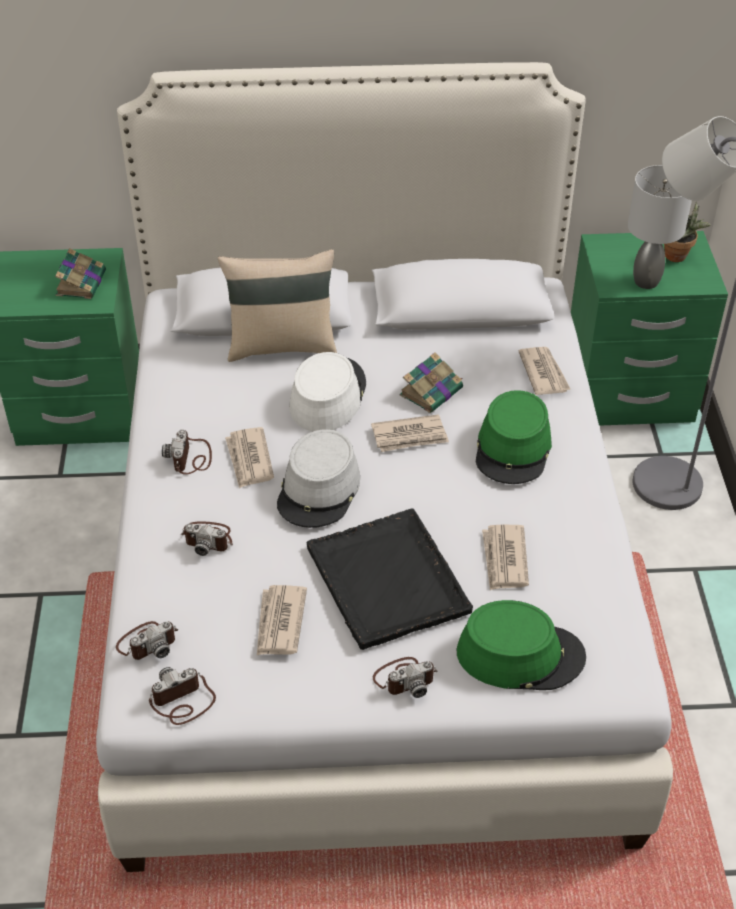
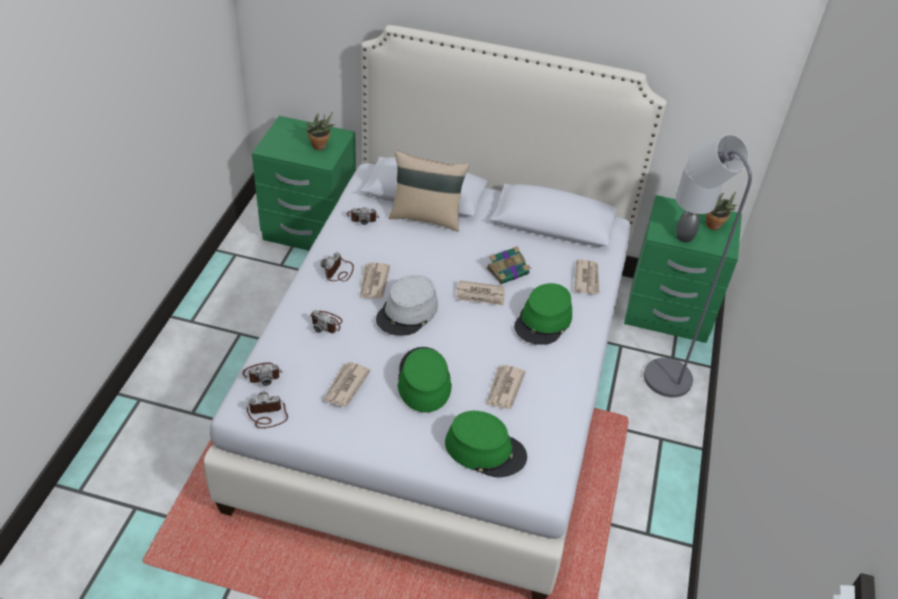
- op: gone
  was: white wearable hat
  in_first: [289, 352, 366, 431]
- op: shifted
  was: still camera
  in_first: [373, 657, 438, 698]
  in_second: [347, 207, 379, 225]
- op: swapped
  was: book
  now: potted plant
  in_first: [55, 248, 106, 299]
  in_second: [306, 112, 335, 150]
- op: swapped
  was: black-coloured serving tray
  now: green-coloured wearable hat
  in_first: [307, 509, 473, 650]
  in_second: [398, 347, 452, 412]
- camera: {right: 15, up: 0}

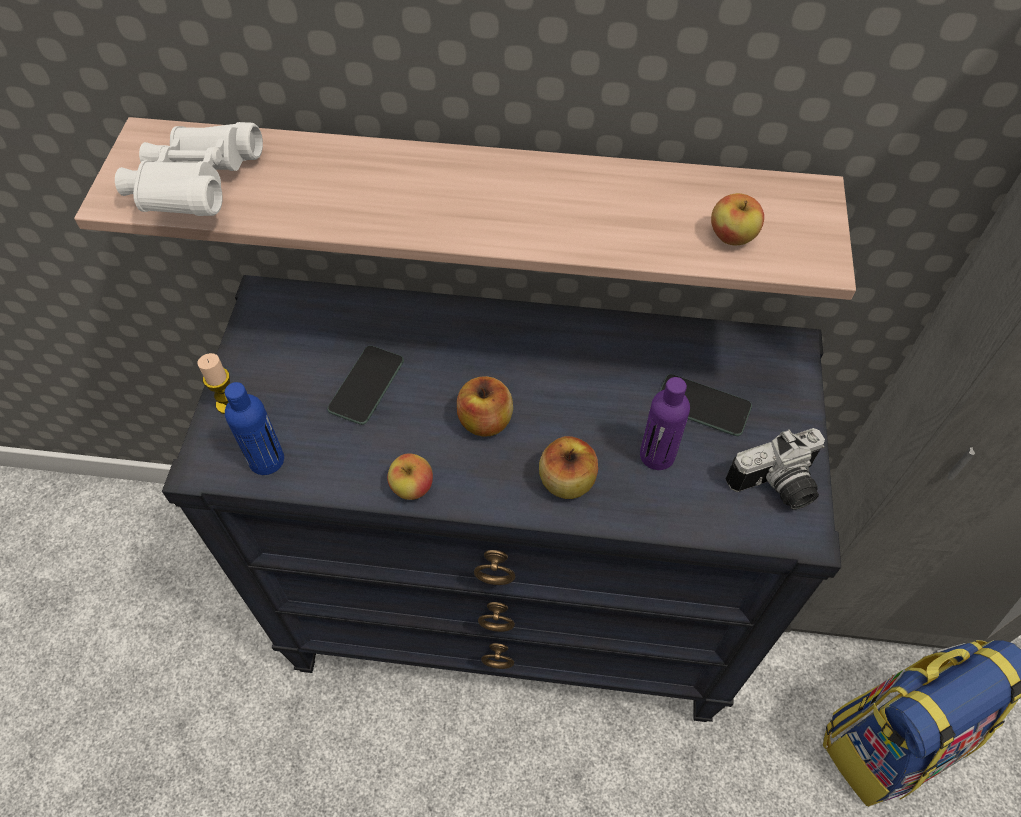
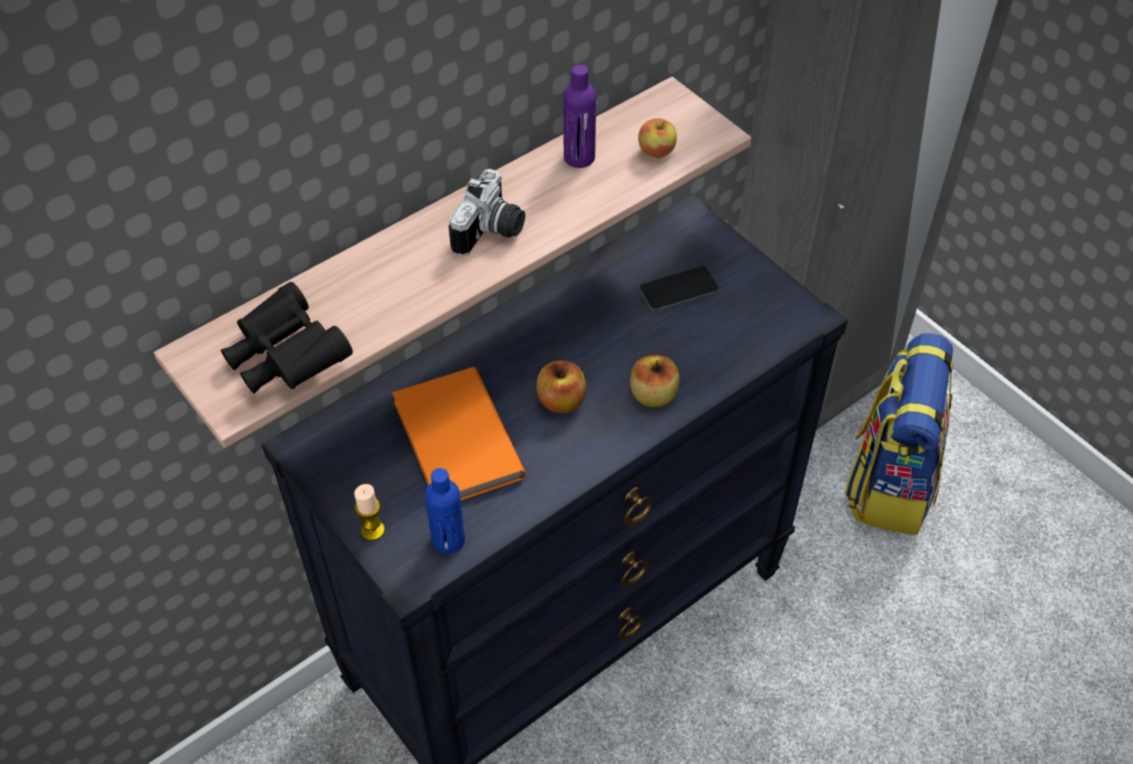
- op: gone
  was: whole apple
  in_first: [387, 453, 433, 500]
- op: shifted
  was: purplish bottle
  in_first: [640, 377, 690, 470]
  in_second: [563, 65, 596, 168]
- op: shifted
  was: still camera
  in_first: [726, 428, 825, 510]
  in_second: [449, 169, 525, 256]
- op: swapped
  was: handset
  now: orangey book
  in_first: [327, 345, 404, 425]
  in_second: [392, 367, 526, 500]
- op: repainted
  was: white binoculars
  now: black-coloured binoculars
  in_first: [115, 122, 263, 216]
  in_second: [221, 282, 353, 394]
- camera: {right: -45, up: -5}

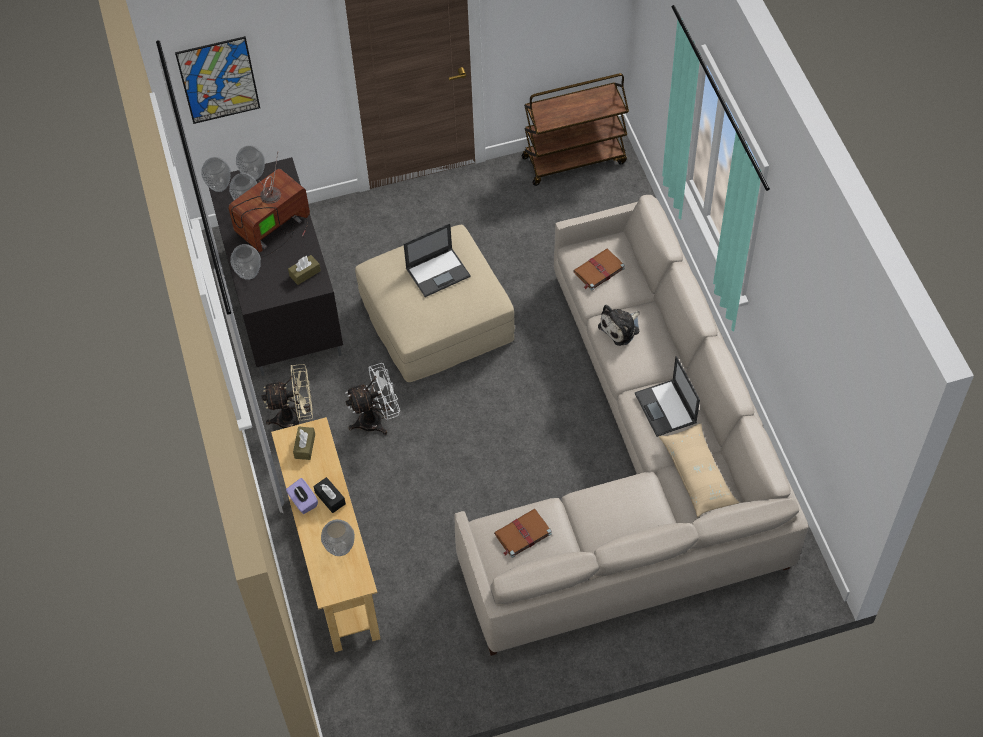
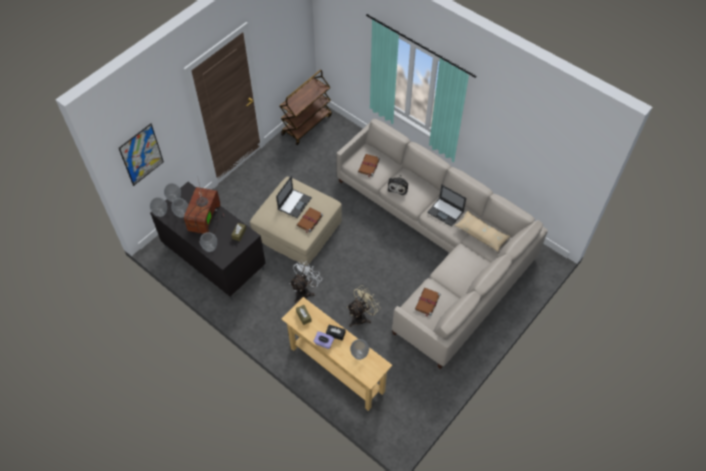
- op: new
  now: brownish book
  in_second: [297, 208, 323, 233]
- op: shifted
  was: sand-coloured cooling fan
  in_first: [262, 364, 313, 429]
  in_second: [347, 286, 381, 327]
- camera: {right: -35, up: 0}

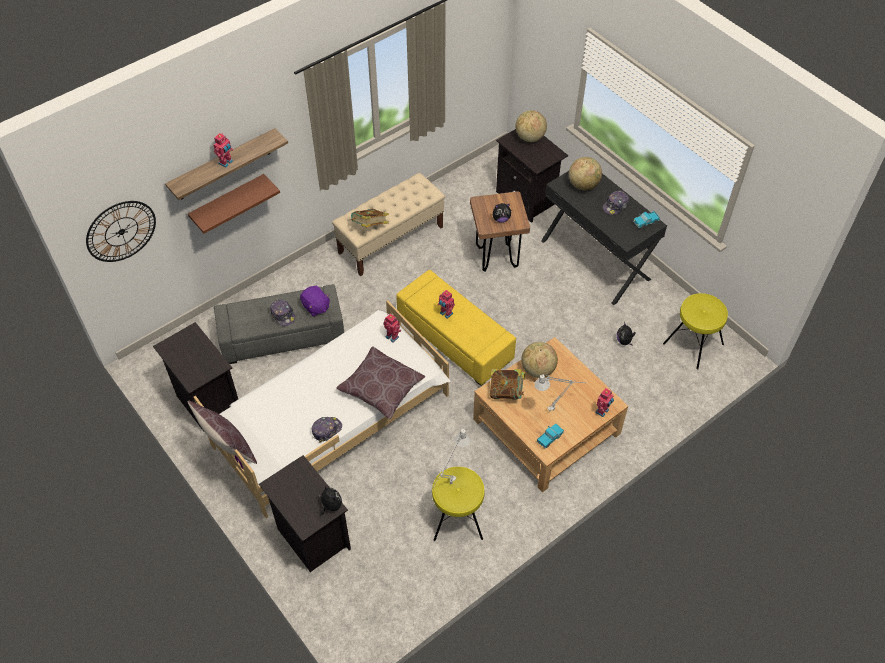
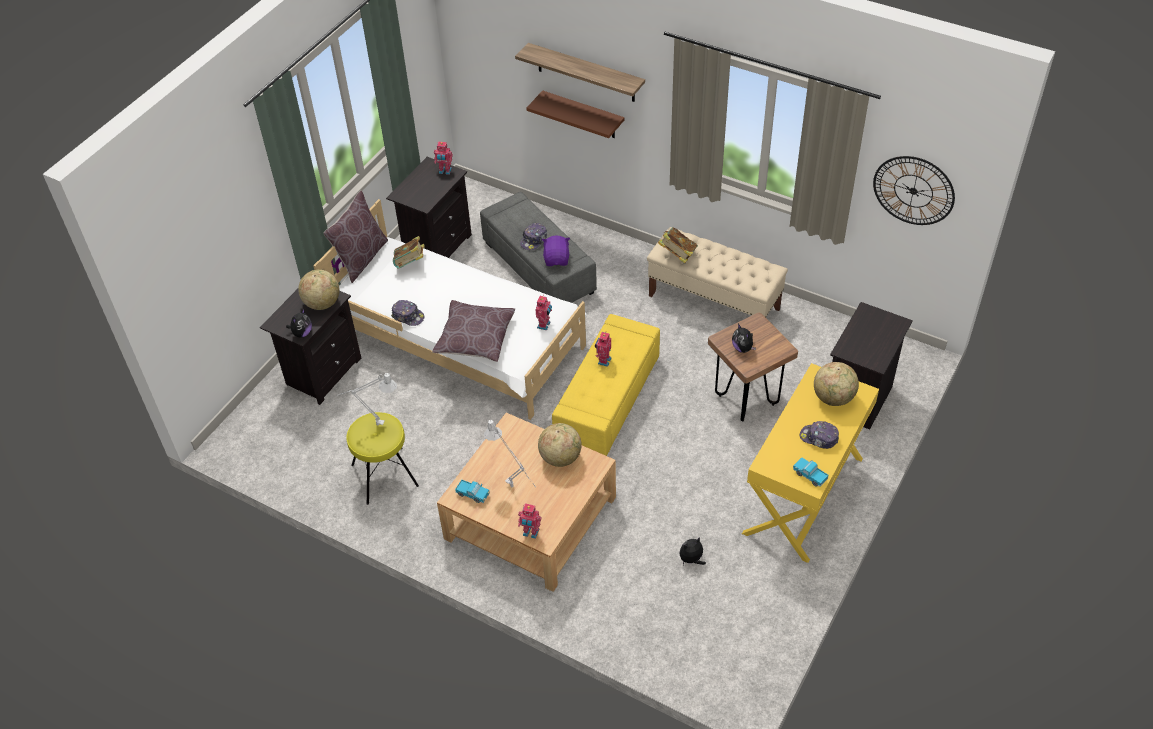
- op: gone
  was: yellow sitting stool
  in_first: [663, 293, 728, 369]
- op: shifted
  was: hanging clock
  in_first: [86, 201, 156, 262]
  in_second: [873, 156, 955, 225]
- op: shifted
  was: robot figure
  in_first: [214, 133, 233, 168]
  in_second: [434, 142, 453, 175]
- op: shifted
  was: book
  in_first: [490, 369, 525, 400]
  in_second: [393, 236, 425, 269]
- op: shifted
  was: world globe
  in_first: [516, 110, 547, 142]
  in_second: [298, 269, 340, 310]
- op: repainted
  was: black-coloured desk
  now: yellow desk
  in_first: [541, 171, 667, 305]
  in_second: [742, 363, 879, 563]
- op: rotated
  was: purplish plush toy
  in_first: [300, 286, 330, 317]
  in_second: [542, 236, 570, 266]
  clockwise: 150
- camera: {right: 70, up: -5}

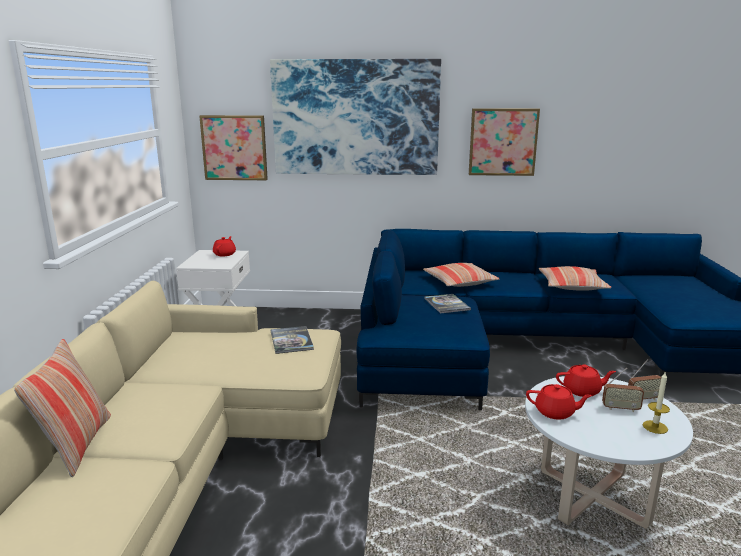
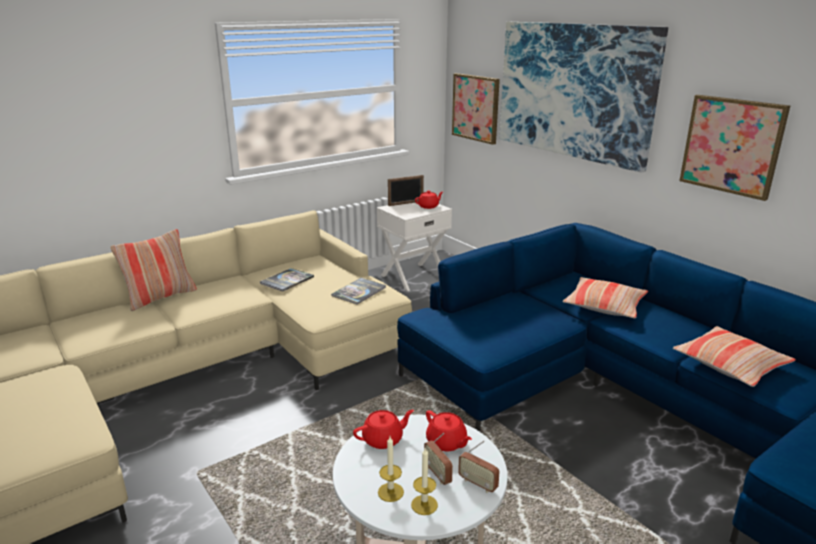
- op: new
  now: wax light
  in_second: [378, 436, 404, 502]
- op: new
  now: picture frame
  in_second: [388, 175, 424, 206]
- op: shifted
  was: book
  in_first: [424, 294, 471, 313]
  in_second: [260, 268, 314, 292]
- op: rotated
  was: red teapot
  in_first: [526, 384, 592, 420]
  in_second: [353, 410, 414, 449]
  clockwise: -90
- camera: {right: 50, up: 5}

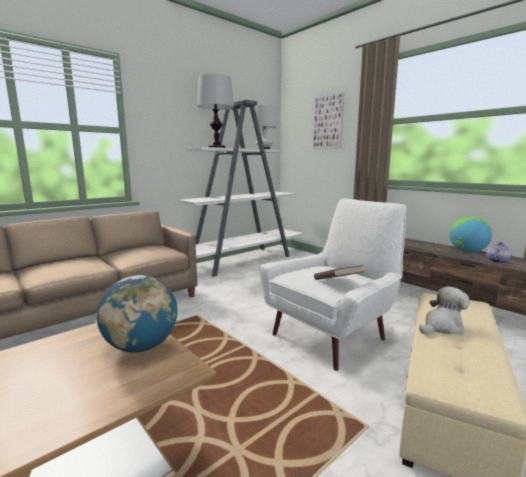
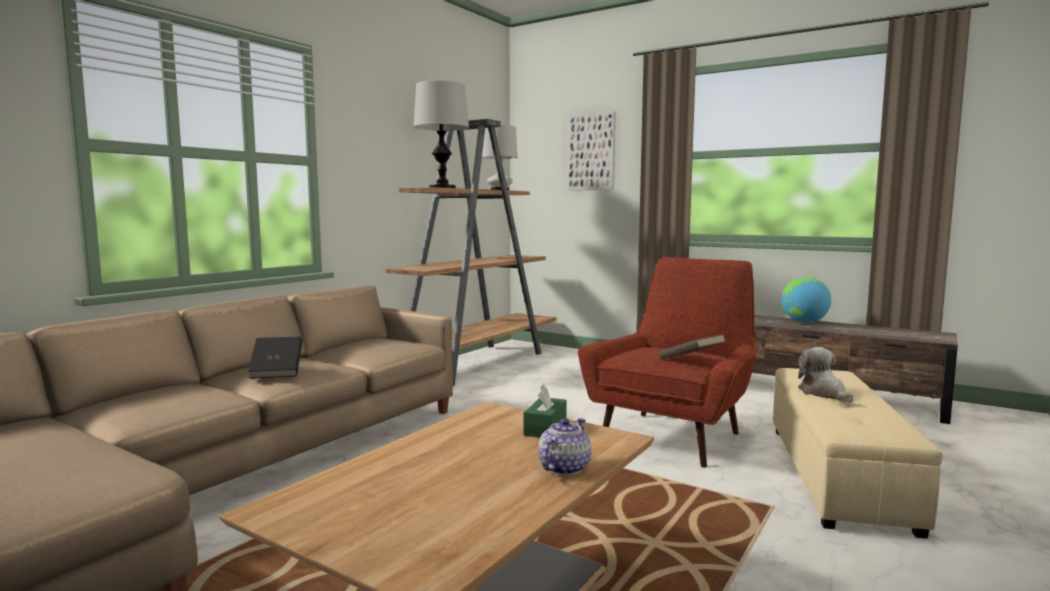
- op: new
  now: black-coloured book
  in_second: [248, 337, 302, 379]
- op: shifted
  was: teapot
  in_first: [486, 242, 511, 264]
  in_second: [538, 418, 591, 475]
- op: swapped
  was: world globe
  now: green-coloured tissue box
  in_first: [97, 275, 178, 353]
  in_second: [523, 383, 567, 438]
- op: repainted
  was: white bookcase
  now: brownish bookcase
  in_first: [178, 100, 304, 277]
  in_second: [386, 119, 556, 386]
- op: repainted
  was: white armchair
  now: red armchair
  in_first: [259, 198, 407, 371]
  in_second: [578, 257, 758, 468]
- op: rotated
  was: plush toy
  in_first: [419, 287, 469, 335]
  in_second: [798, 347, 853, 403]
  clockwise: -60
- camera: {right: -15, up: -5}

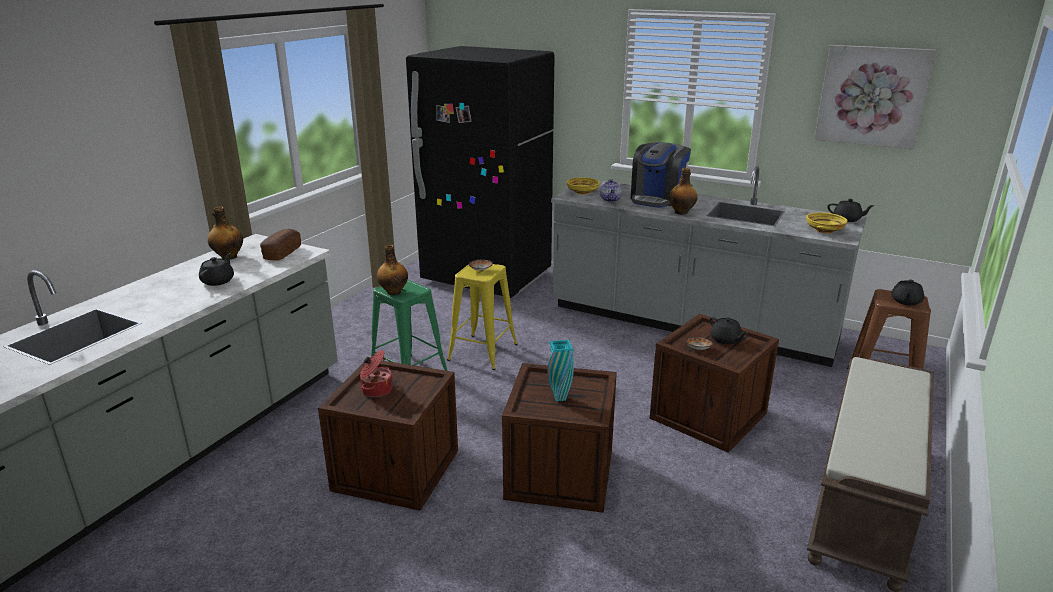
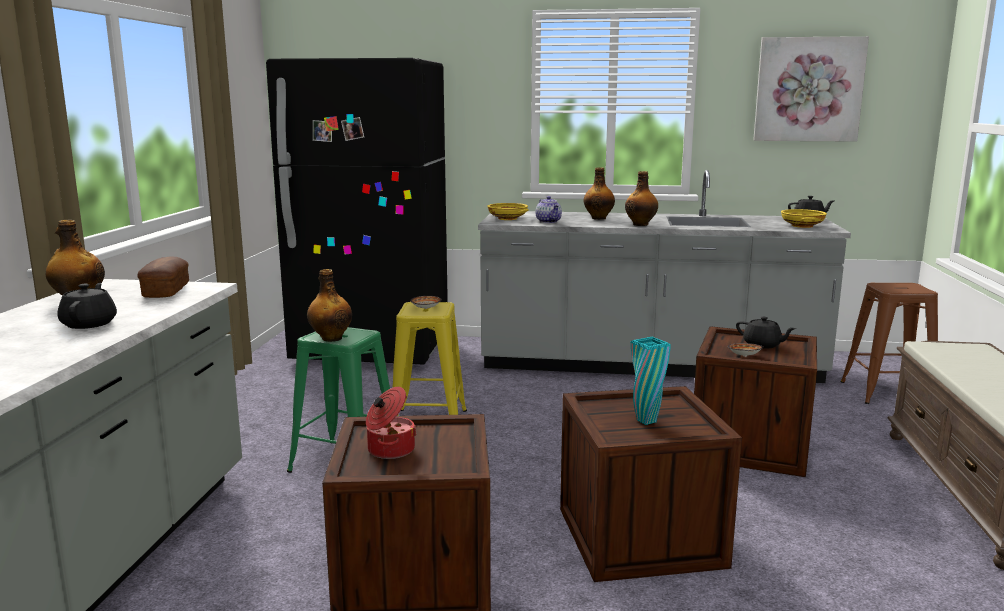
- op: gone
  was: black-coloured teapot
  in_first: [891, 280, 924, 306]
- op: swapped
  was: coffee maker
  now: bottle
  in_first: [631, 142, 691, 208]
  in_second: [584, 167, 615, 220]
- camera: {right: -20, up: -10}

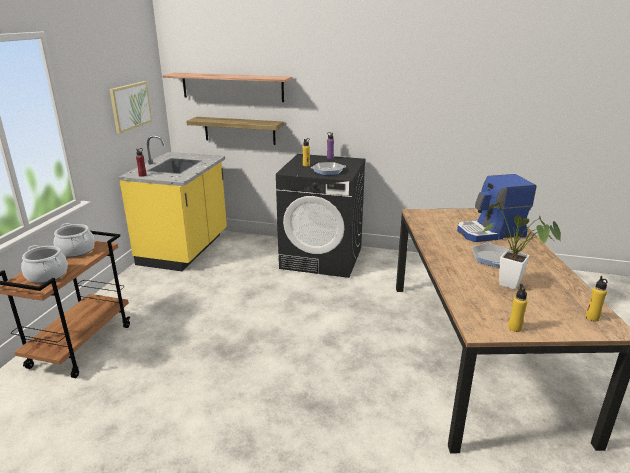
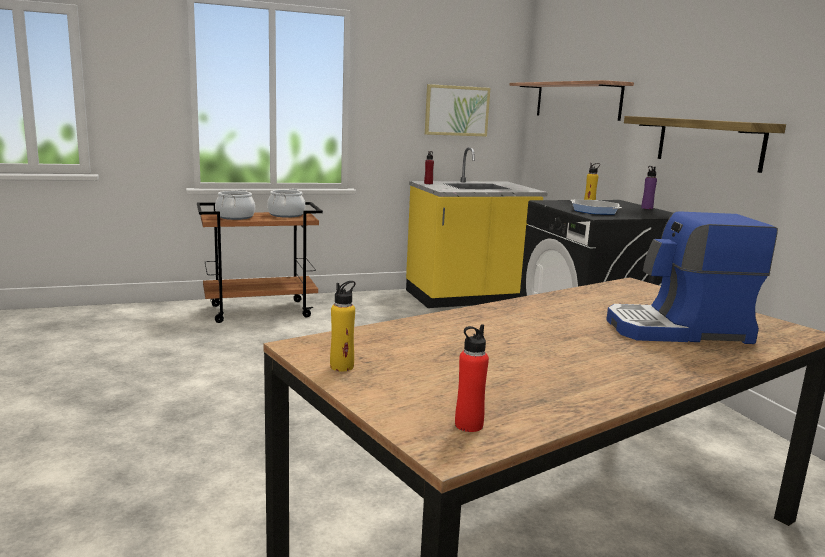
- op: gone
  was: frying pan
  in_first: [472, 242, 510, 267]
- op: gone
  was: potted plant
  in_first: [482, 202, 561, 290]
- op: shifted
  was: wall shelf
  in_first: [186, 117, 284, 145]
  in_second: [624, 116, 786, 173]
- op: repainted
  was: yellow bottle
  now: red bottle
  in_first: [585, 276, 608, 321]
  in_second: [455, 324, 489, 432]
- op: rotated
  was: coffee maker
  in_first: [457, 174, 537, 242]
  in_second: [606, 211, 778, 344]
  clockwise: -45
- camera: {right: 55, up: -10}

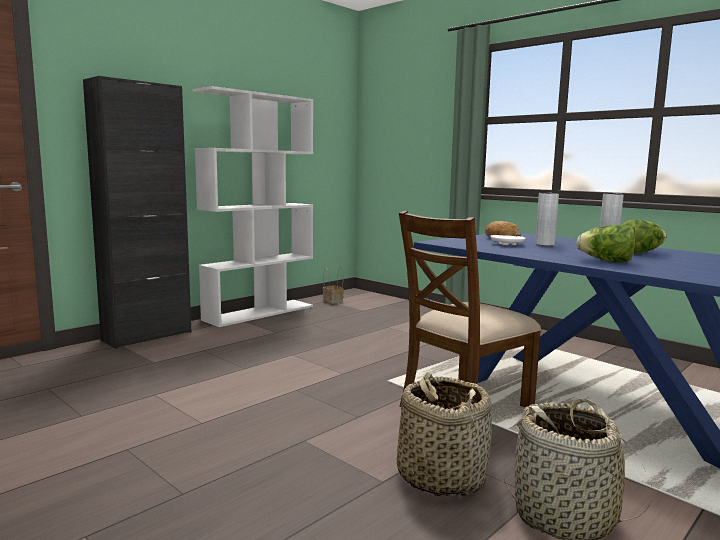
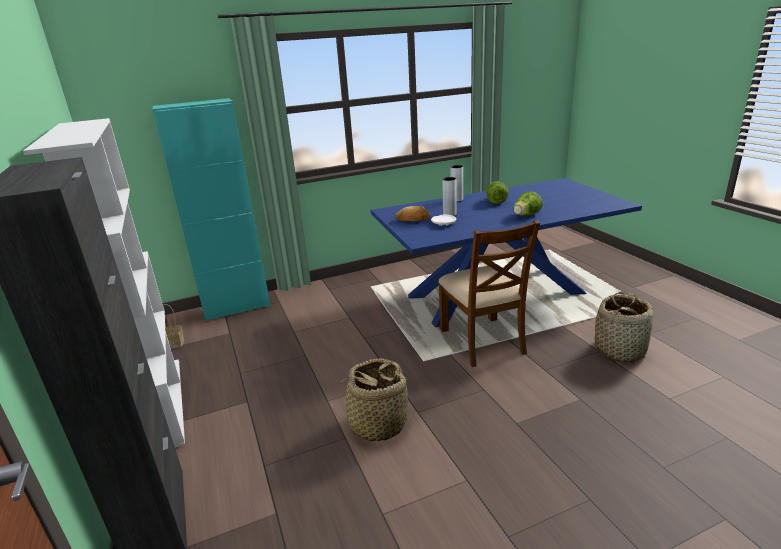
- op: new
  now: turquoise-coloured storage cabinet
  in_second: [153, 98, 270, 321]
- op: shifted
  was: storage basket
  in_first: [397, 372, 492, 496]
  in_second: [332, 358, 415, 442]
- camera: {right: -65, up: 15}

